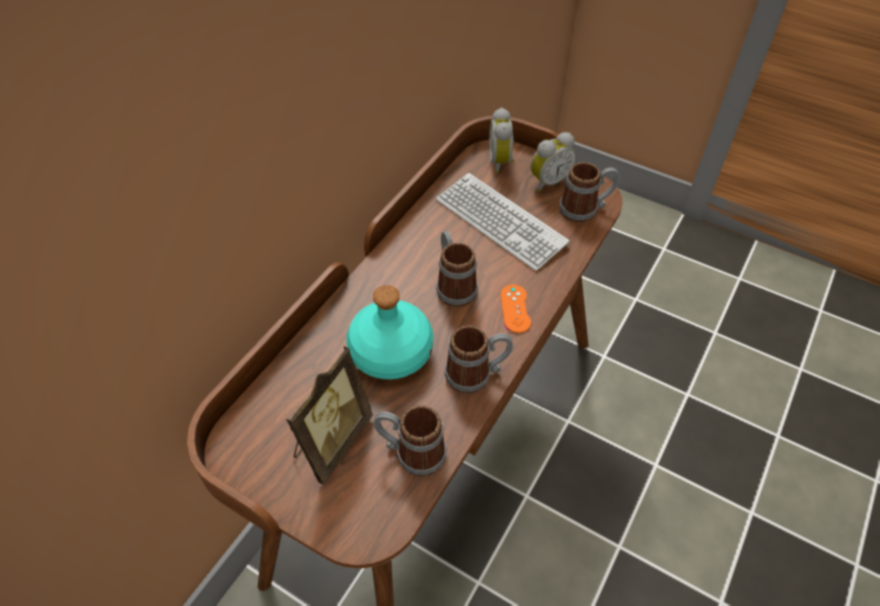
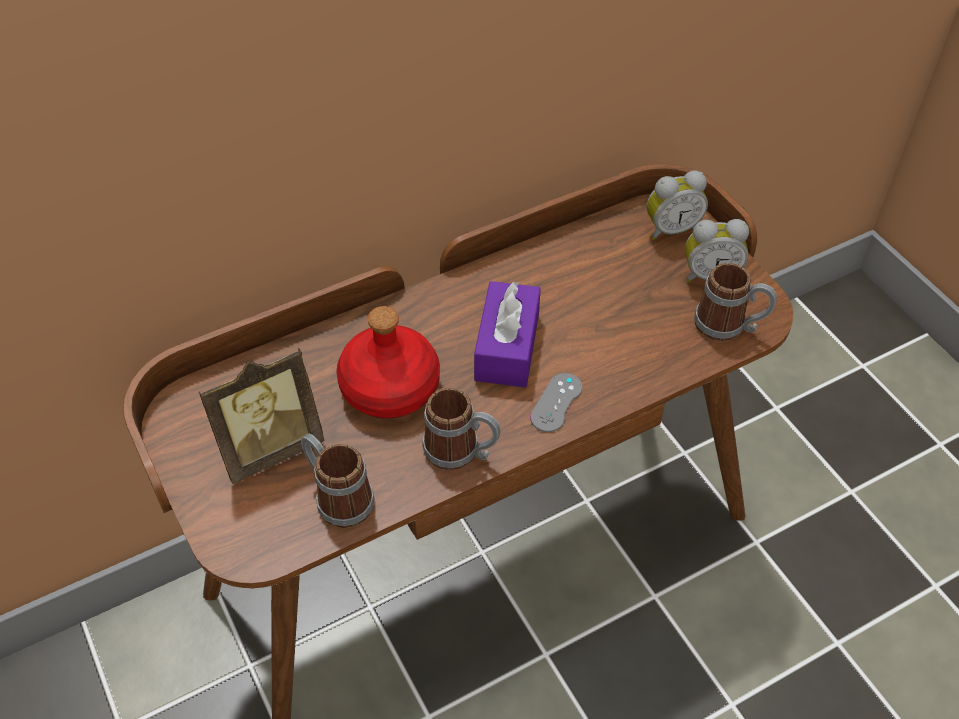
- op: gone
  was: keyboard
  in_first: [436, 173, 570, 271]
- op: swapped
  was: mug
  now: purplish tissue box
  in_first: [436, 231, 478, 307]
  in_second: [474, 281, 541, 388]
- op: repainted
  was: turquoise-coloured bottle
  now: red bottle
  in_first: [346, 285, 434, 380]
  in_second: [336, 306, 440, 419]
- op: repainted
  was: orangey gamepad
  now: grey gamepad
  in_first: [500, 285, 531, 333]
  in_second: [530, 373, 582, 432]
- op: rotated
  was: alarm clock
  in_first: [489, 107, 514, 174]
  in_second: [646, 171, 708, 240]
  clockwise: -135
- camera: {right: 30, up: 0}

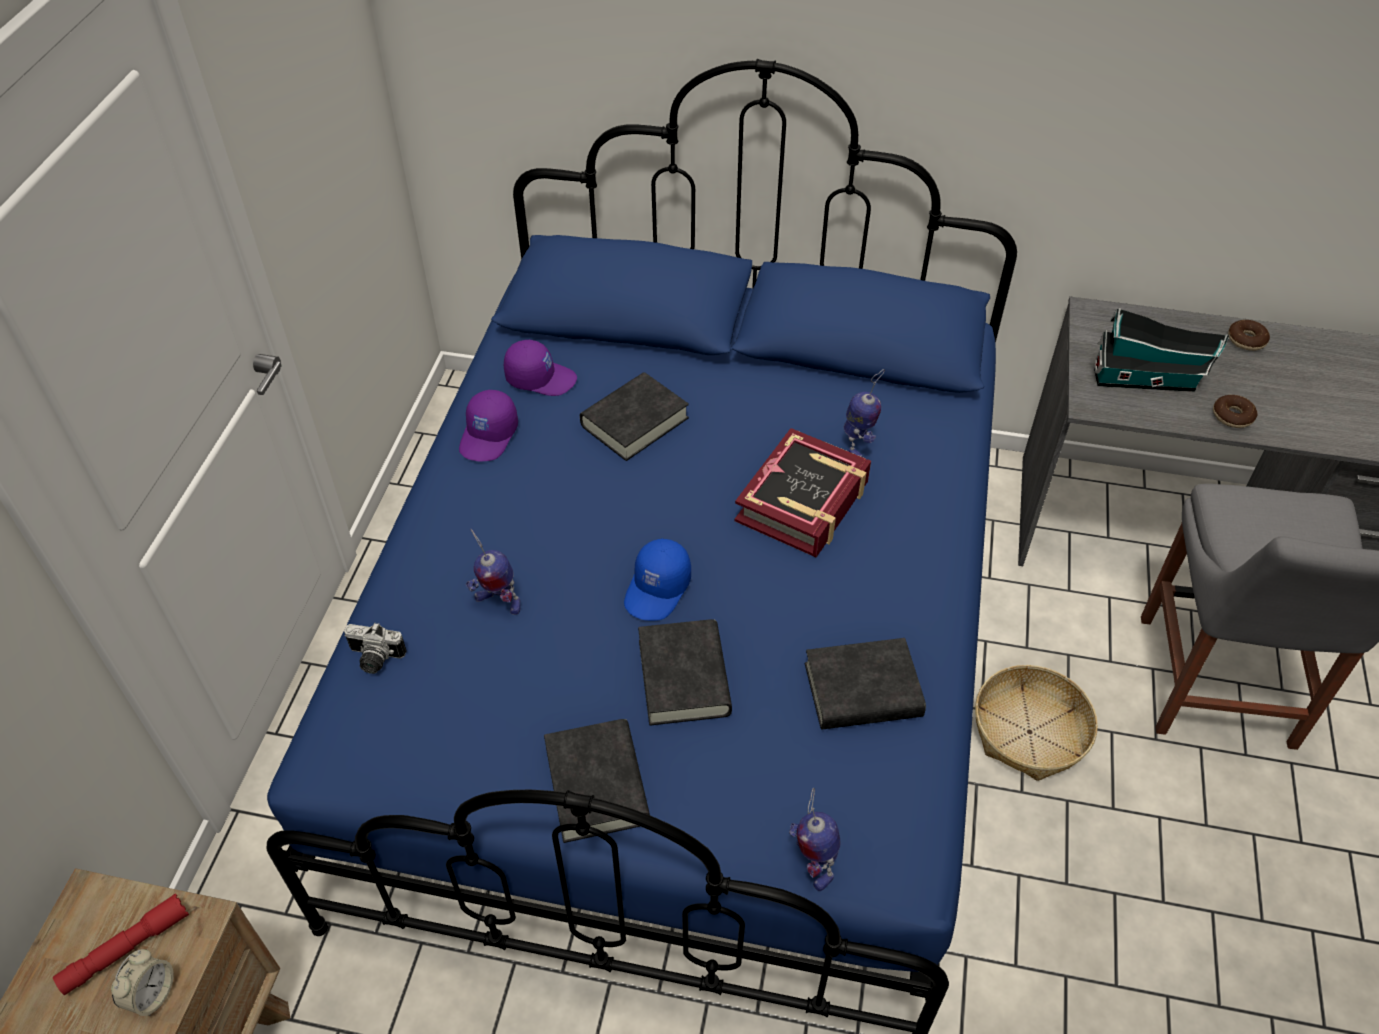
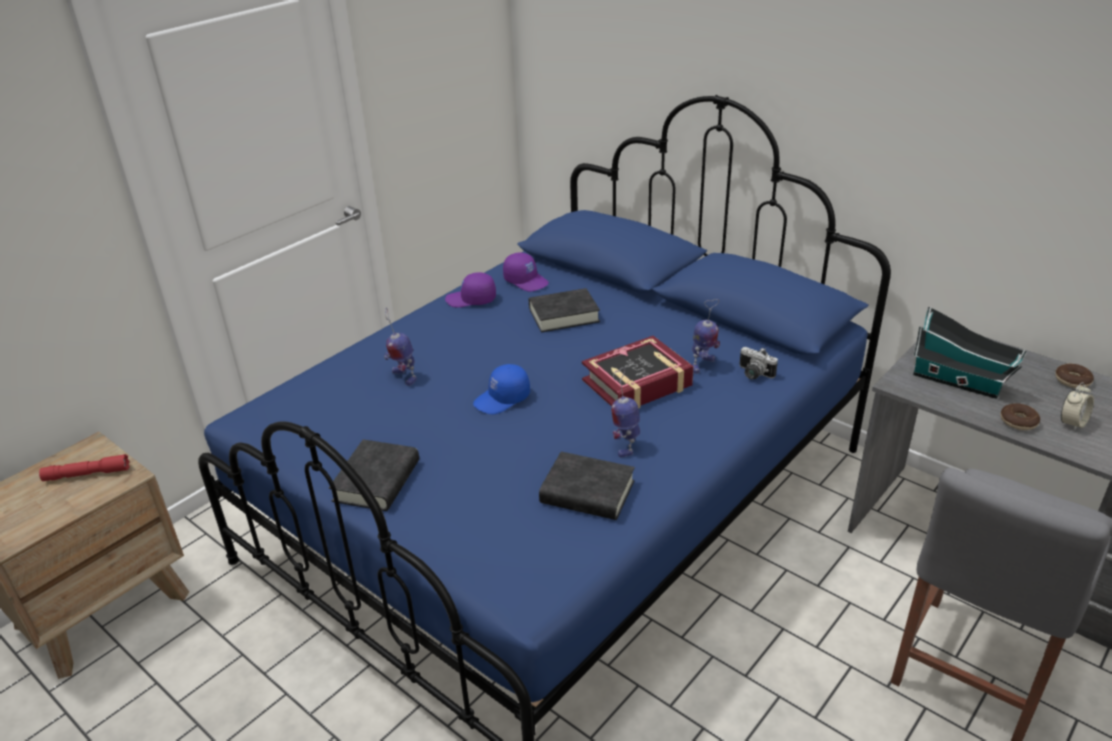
- op: gone
  was: black-coloured book
  in_first: [638, 619, 732, 726]
- op: gone
  was: storage basket
  in_first: [975, 665, 1098, 781]
- op: shifted
  was: alarm clock
  in_first: [111, 949, 174, 1016]
  in_second: [1061, 382, 1094, 431]
- op: shifted
  was: still camera
  in_first: [344, 623, 407, 674]
  in_second: [740, 347, 778, 379]
- op: shifted
  was: robot figure
  in_first: [789, 788, 841, 891]
  in_second: [611, 367, 640, 457]
- op: rotated
  was: purplish cap
  in_first: [459, 390, 518, 461]
  in_second: [445, 272, 496, 308]
  clockwise: 45
- camera: {right: 30, up: -15}

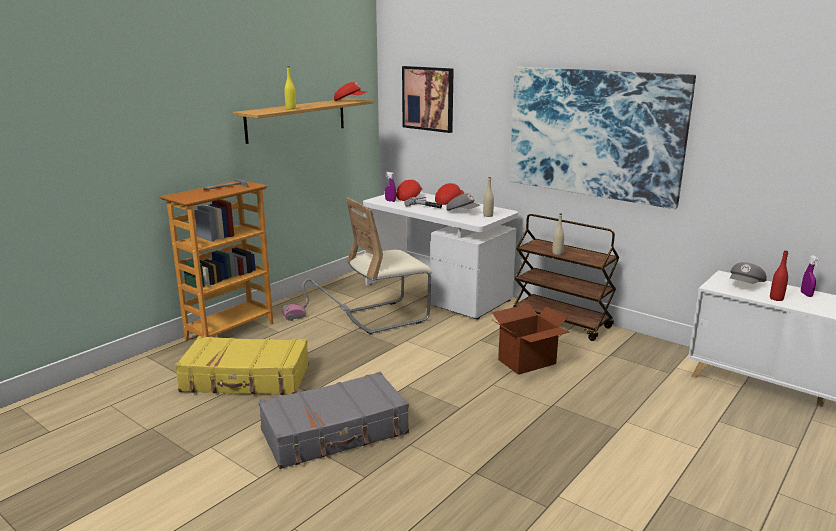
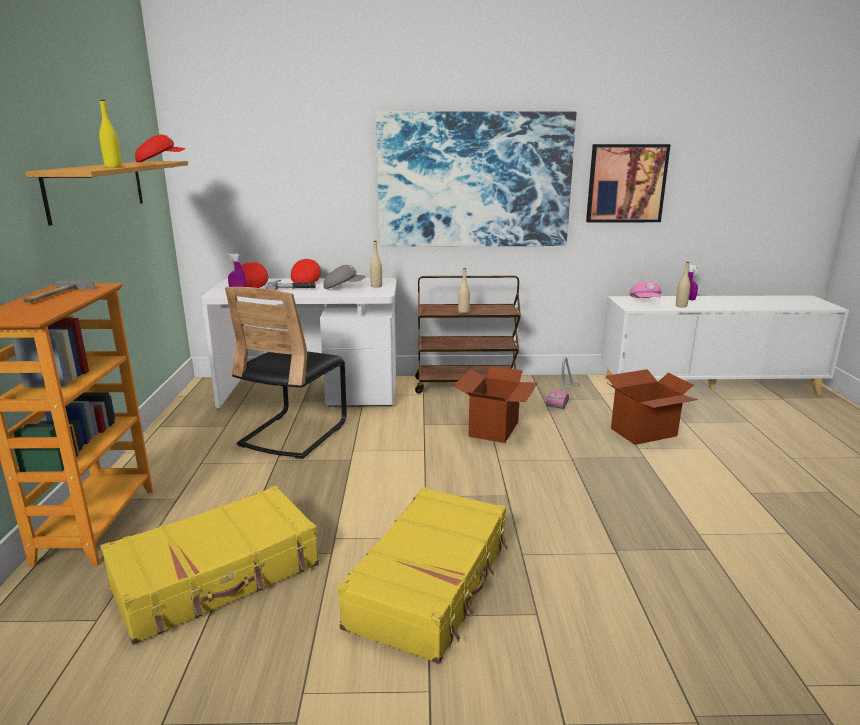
- op: new
  now: cardboard box
  in_second: [606, 369, 698, 445]
- op: shifted
  was: hoover
  in_first: [282, 279, 349, 321]
  in_second: [546, 357, 580, 409]
- op: shifted
  was: wall picture
  in_first: [402, 66, 454, 133]
  in_second: [586, 144, 671, 223]
- op: repainted
  was: grey travel case
  now: yellow travel case
  in_first: [258, 372, 409, 469]
  in_second: [337, 487, 508, 664]
- op: repainted
  was: sand-coloured upright chair
  now: black-coloured upright chair
  in_first: [346, 197, 432, 335]
  in_second: [225, 287, 347, 459]
- op: repainted
  was: grey cap
  now: pink-coloured cap
  in_first: [730, 262, 767, 284]
  in_second: [630, 281, 662, 298]
- op: repainted
  was: red bottle
  now: sand-coloured bottle
  in_first: [770, 250, 788, 301]
  in_second: [676, 262, 690, 308]
- camera: {right: -40, up: 0}

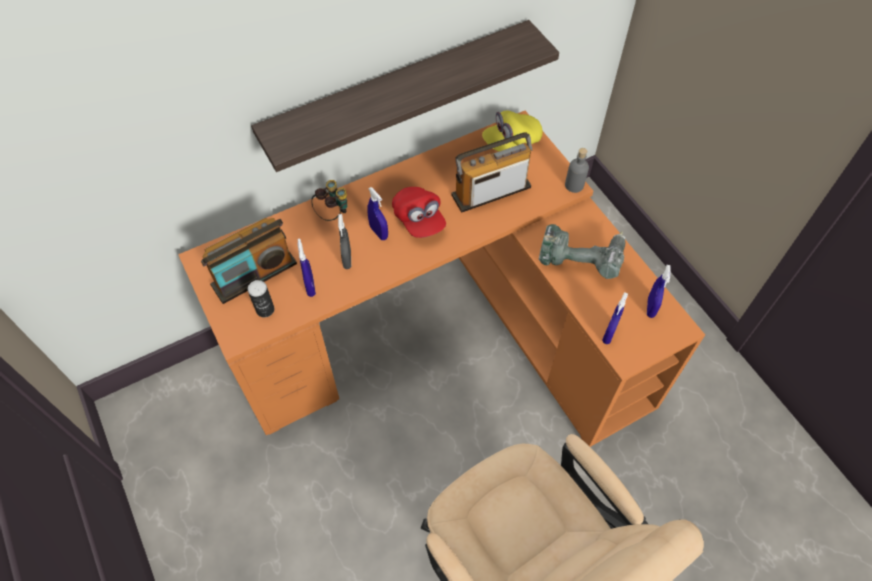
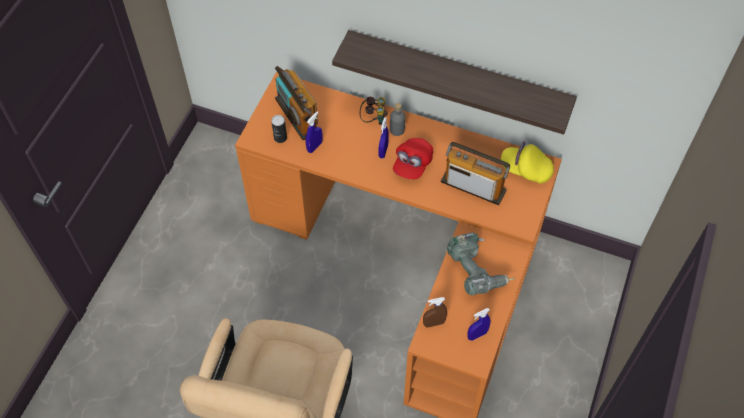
- op: gone
  was: grey sprayer
  in_first: [338, 214, 351, 269]
- op: shifted
  was: grey bottle
  in_first: [565, 148, 589, 193]
  in_second: [390, 103, 405, 136]
- op: repainted
  was: bluish sprayer
  now: brownish sprayer
  in_first: [602, 292, 628, 344]
  in_second: [423, 297, 447, 327]
- op: rotated
  was: radio receiver
  in_first: [201, 218, 297, 304]
  in_second: [275, 66, 318, 140]
  clockwise: 45
- camera: {right: 50, up: 0}

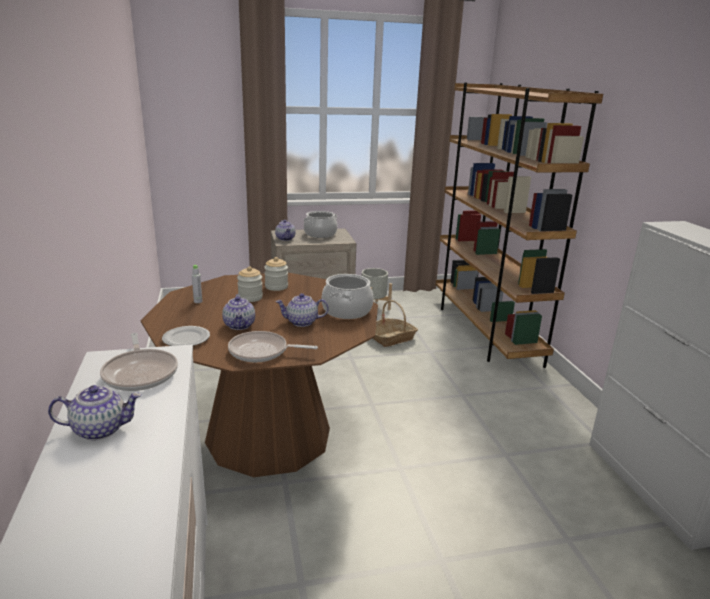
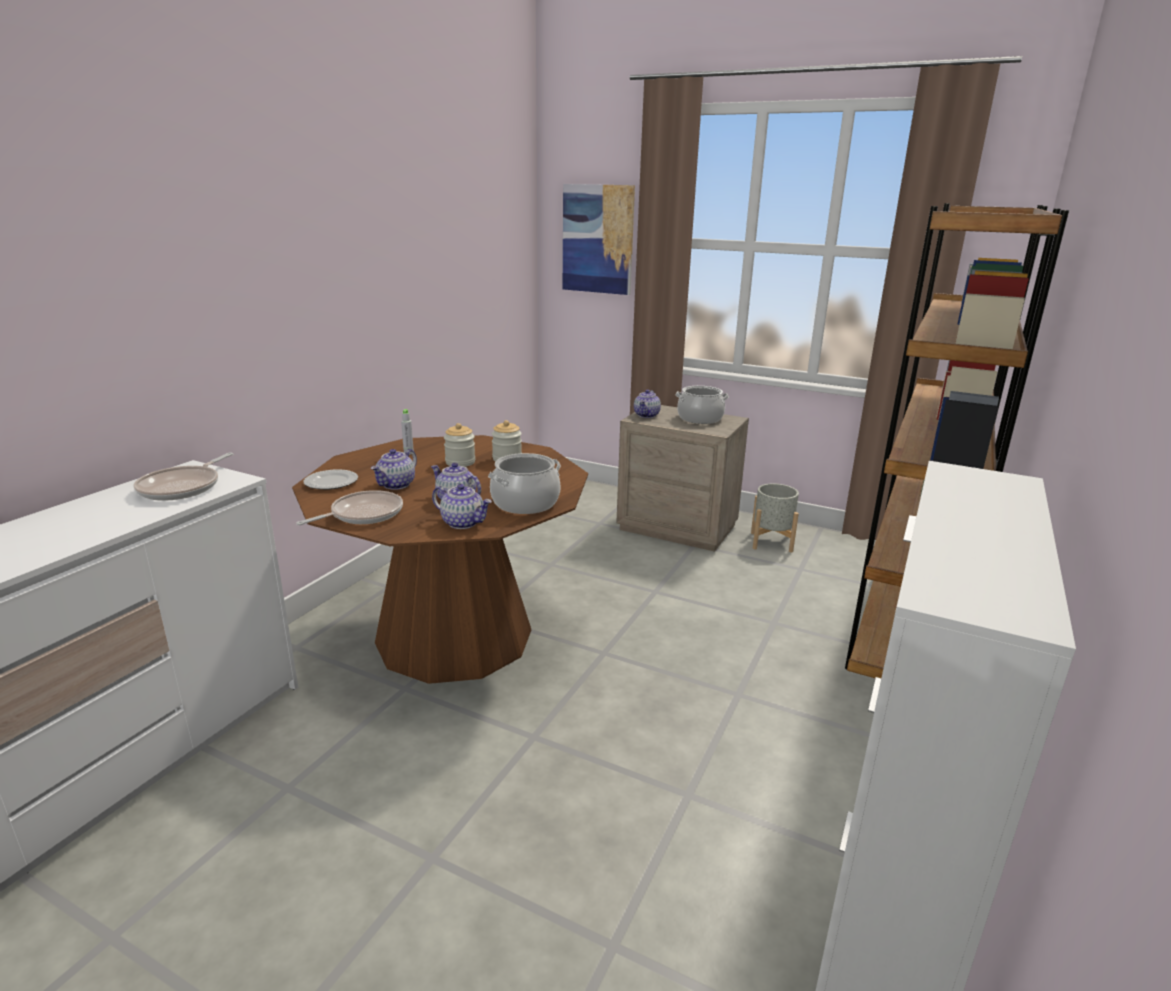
- op: gone
  was: storage basket
  in_first: [372, 300, 418, 347]
- op: new
  now: wall picture
  in_second: [563, 184, 635, 295]
- op: shifted
  was: teapot
  in_first: [48, 385, 142, 441]
  in_second: [432, 484, 492, 529]
- op: rotated
  was: frying pan
  in_first: [228, 331, 318, 362]
  in_second: [296, 490, 403, 525]
  clockwise: 90
- camera: {right: 40, up: 0}

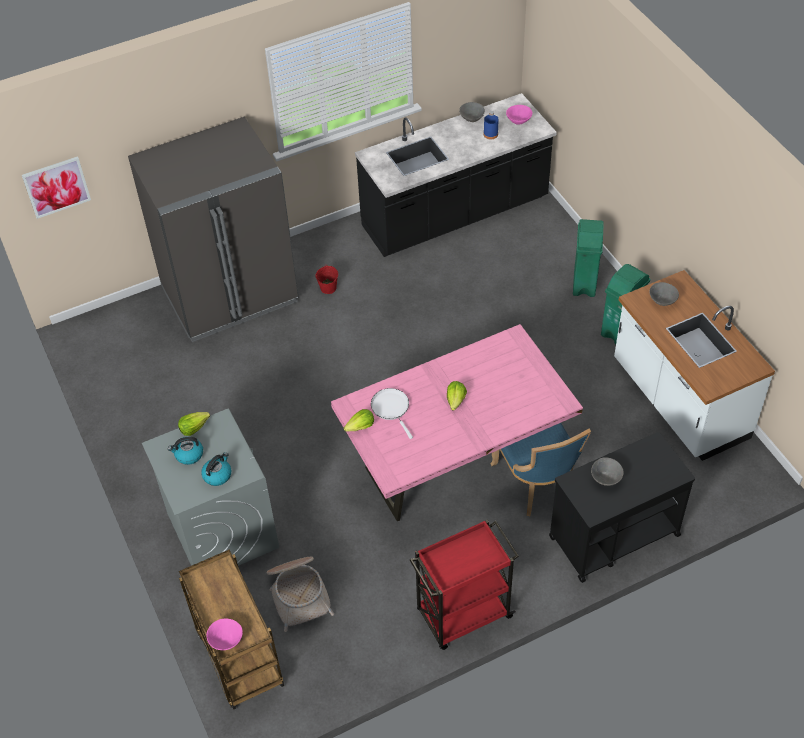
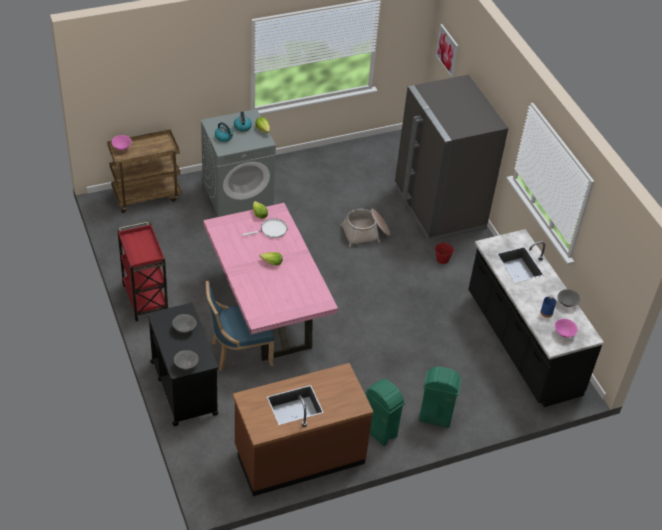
- op: shifted
  was: storage basket
  in_first: [267, 557, 334, 632]
  in_second: [340, 209, 390, 247]
- op: shifted
  was: grey serving bowl
  in_first: [649, 282, 679, 306]
  in_second: [174, 350, 199, 370]
- op: repainted
  was: white kitchen base unit
  now: brownish kitchen base unit
  in_first: [614, 270, 775, 461]
  in_second: [233, 363, 374, 496]
- camera: {right: 90, up: -5}

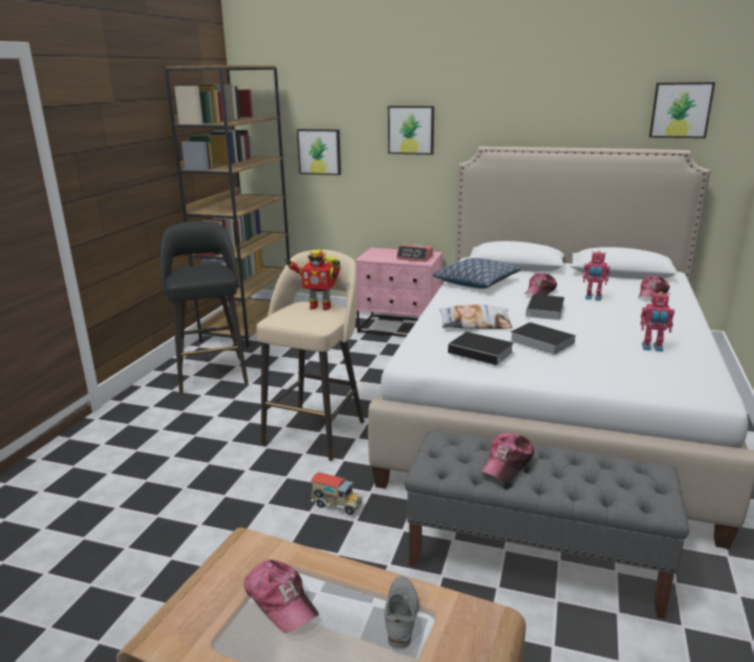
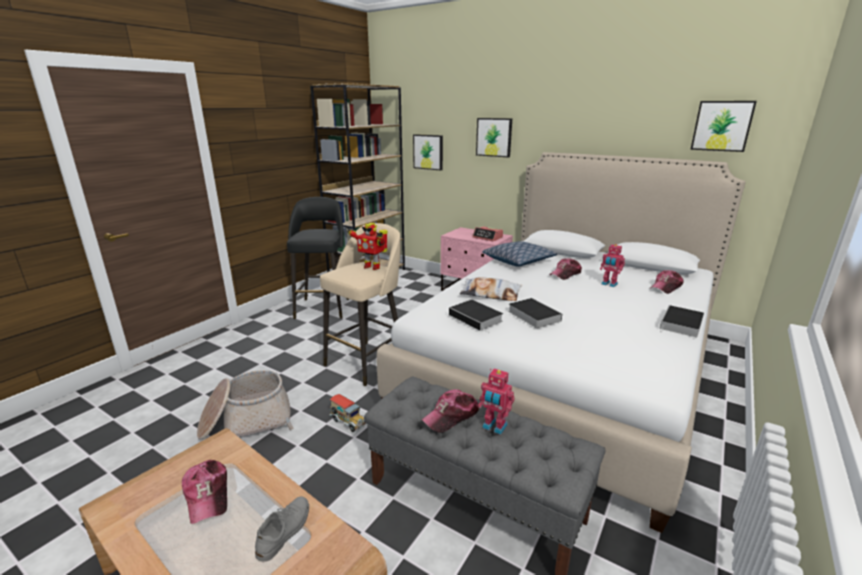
- op: new
  now: storage basket
  in_second: [197, 370, 293, 440]
- op: shifted
  was: book
  in_first: [526, 294, 565, 320]
  in_second: [660, 305, 704, 337]
- op: shifted
  was: robot figure
  in_first: [641, 291, 675, 352]
  in_second: [478, 368, 515, 435]
- camera: {right: 15, up: 0}

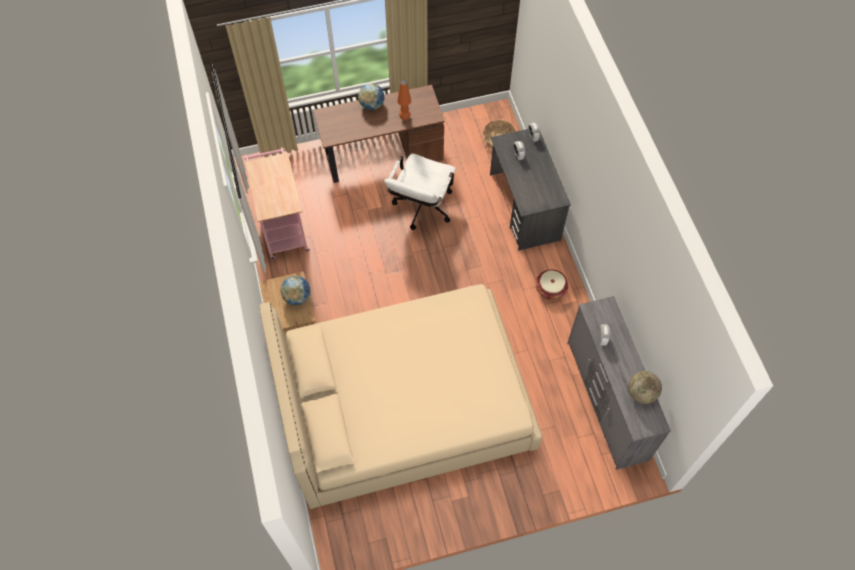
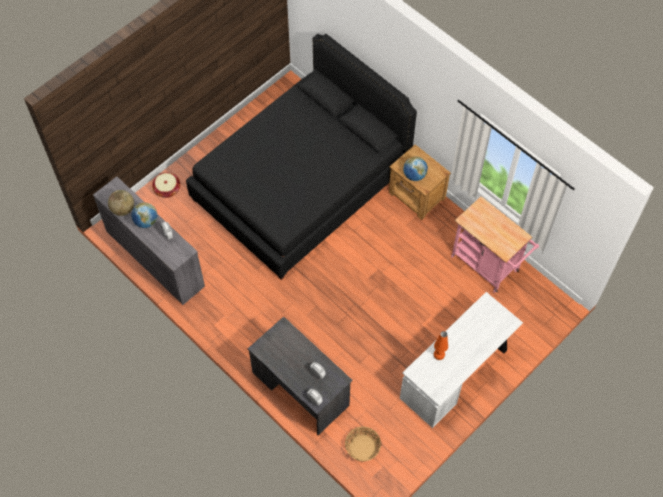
- op: gone
  was: white desk chair
  in_first: [384, 153, 456, 230]
- op: shifted
  was: world globe
  in_first: [358, 83, 384, 110]
  in_second: [131, 202, 158, 228]
- op: shifted
  was: storage basket
  in_first: [536, 269, 568, 299]
  in_second: [152, 172, 180, 198]
- op: repainted
  was: sand-coloured bedroom bed
  now: black-coloured bedroom bed
  in_first: [259, 284, 542, 509]
  in_second: [186, 34, 417, 280]
- op: repainted
  was: brownish desk
  now: white desk
  in_first: [313, 85, 445, 183]
  in_second: [400, 292, 523, 428]
- camera: {right: 150, up: 0}

